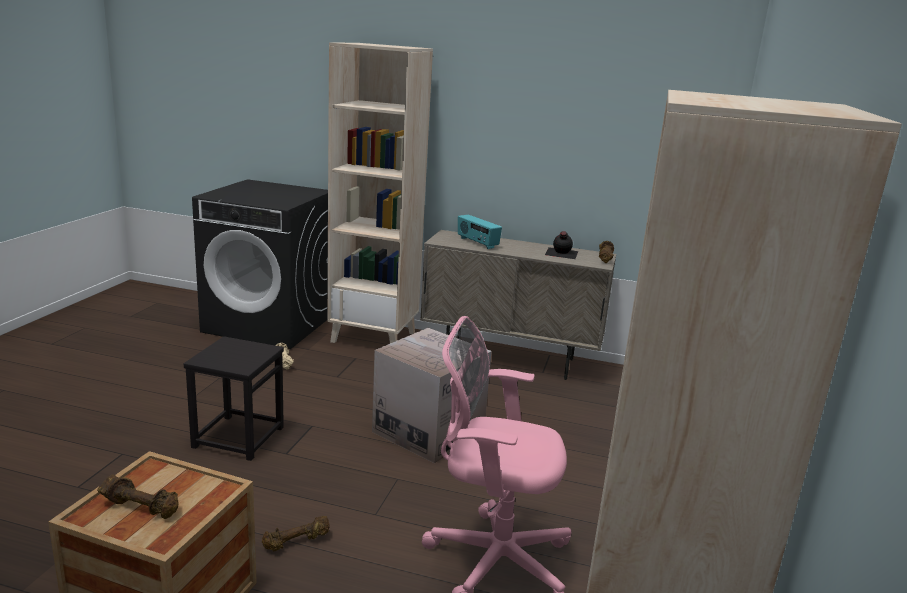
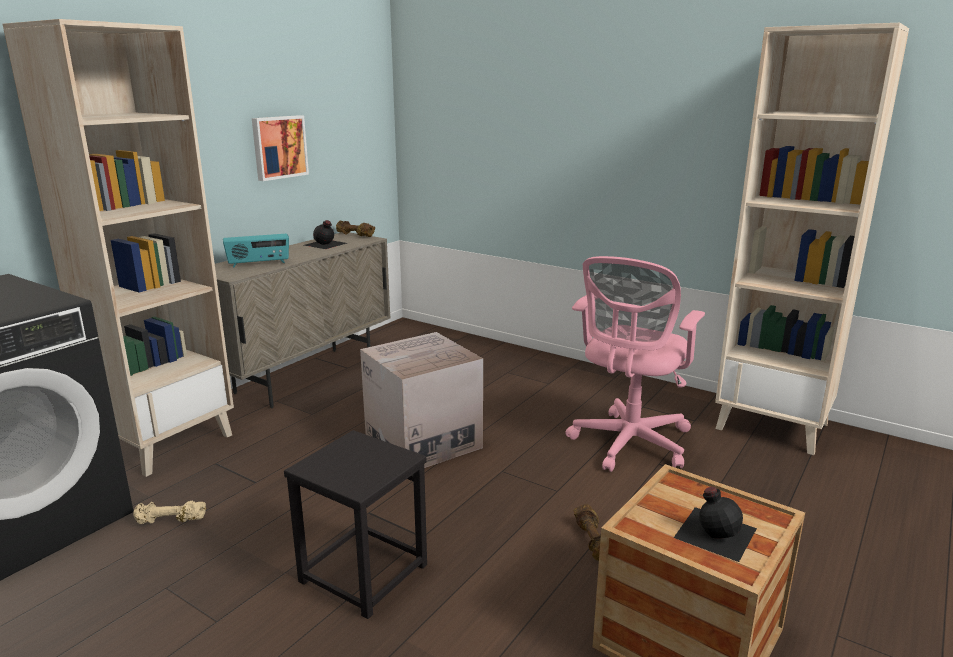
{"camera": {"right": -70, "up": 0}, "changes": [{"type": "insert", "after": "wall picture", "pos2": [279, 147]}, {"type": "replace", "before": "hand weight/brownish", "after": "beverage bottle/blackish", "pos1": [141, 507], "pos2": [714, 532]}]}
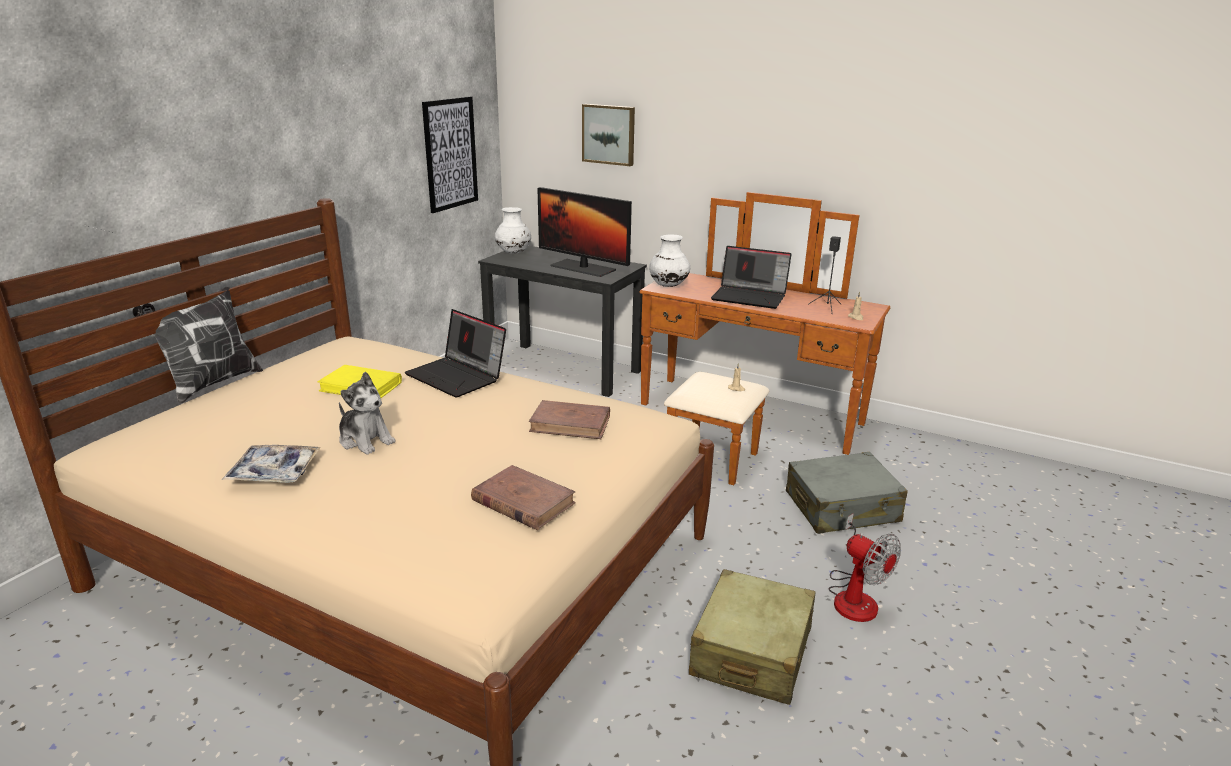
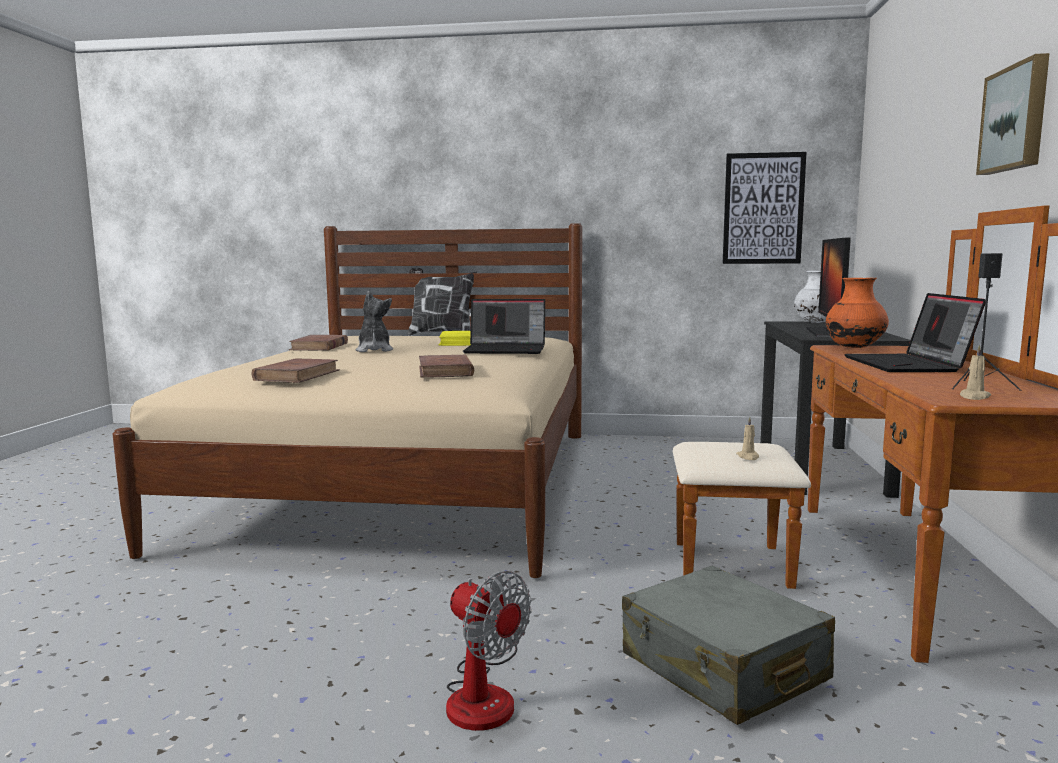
{"camera": {"right": 70, "up": -15}, "changes": [{"type": "delete", "before": "suitcase/beige", "pos1": [751, 652]}, {"type": "move", "before": "wall picture", "pos1": [609, 134], "pos2": [1016, 118]}, {"type": "replace", "before": "tray", "after": "book/brownish", "pos1": [274, 472], "pos2": [319, 347]}, {"type": "recolor", "before": "flower vase/white", "after": "flower vase/orange-coloured", "pos1": [668, 285], "pos2": [854, 348]}, {"type": "rotate", "before": "plush toy", "pos1": [366, 440], "pos2": [374, 350], "turn": 150}, {"type": "rotate", "before": "laptop", "pos1": [458, 376], "pos2": [506, 350], "turn": -105}, {"type": "rotate", "before": "electric fan", "pos1": [854, 596], "pos2": [484, 693], "turn": -75}]}
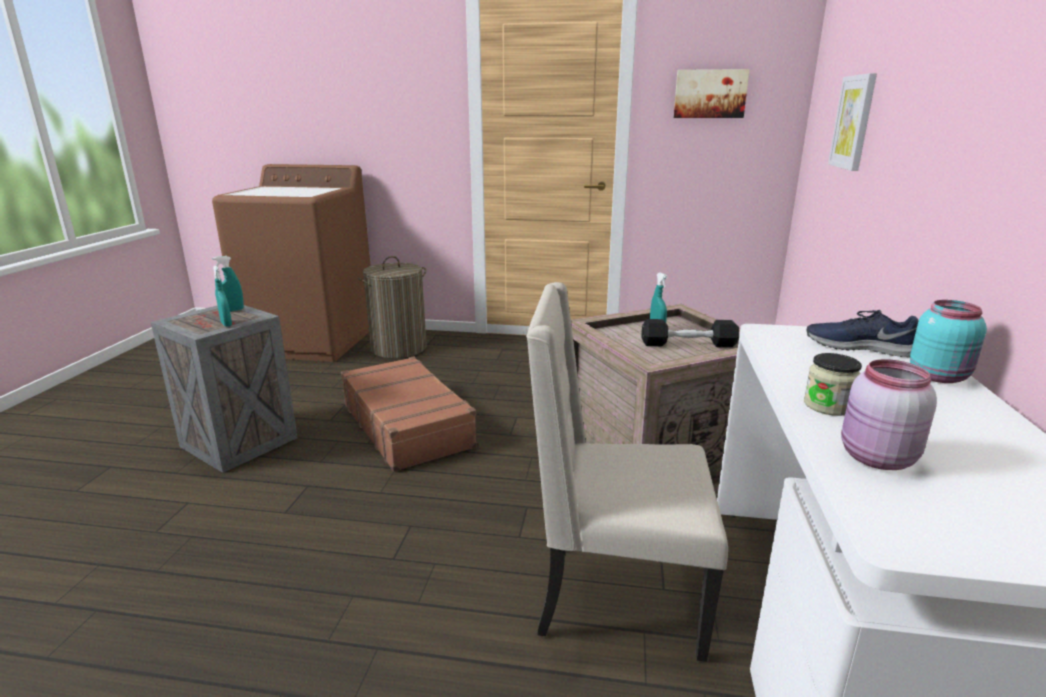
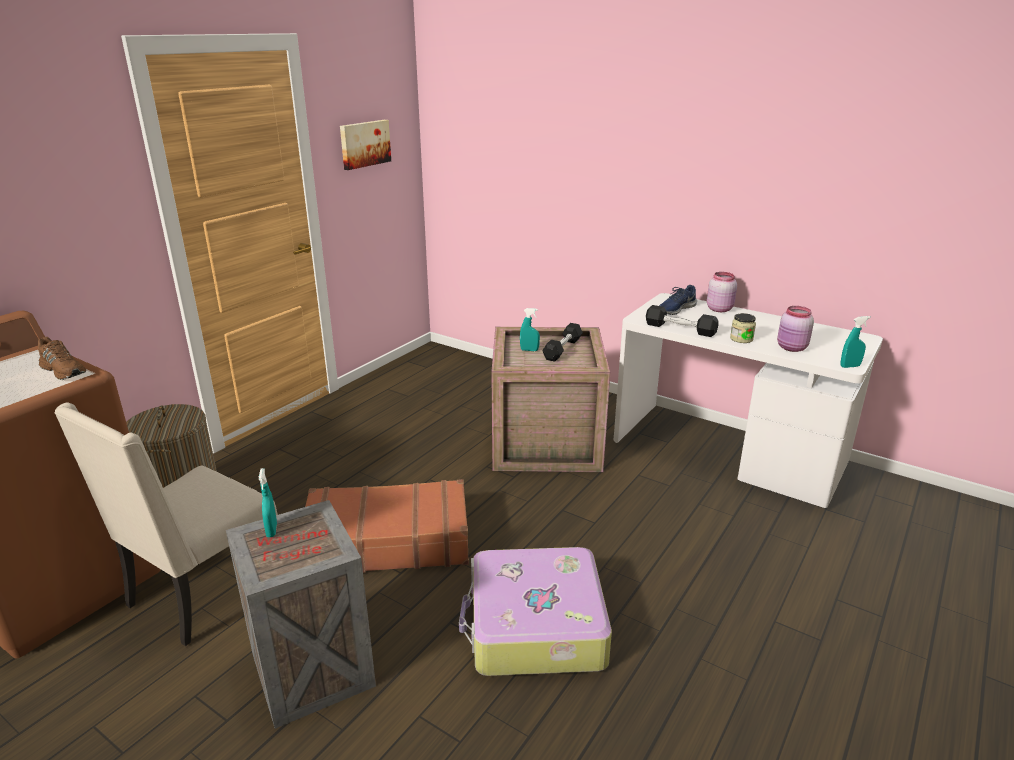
{"camera": {"right": -65, "up": 5}, "changes": [{"type": "delete", "before": "wall picture", "pos1": [853, 122]}, {"type": "insert", "after": "item of footwear/brownish", "pos2": [64, 370]}, {"type": "insert", "after": "suitcase", "pos2": [535, 626]}, {"type": "insert", "after": "hand weight/blackish", "pos2": [680, 329]}, {"type": "move", "before": "spray bottle/turquoise-coloured", "pos1": [226, 324], "pos2": [850, 366]}, {"type": "move", "before": "chair/beige", "pos1": [614, 595], "pos2": [203, 593]}, {"type": "recolor", "before": "preserve jar/turquoise-coloured", "after": "preserve jar/pink", "pos1": [940, 376], "pos2": [719, 309]}]}
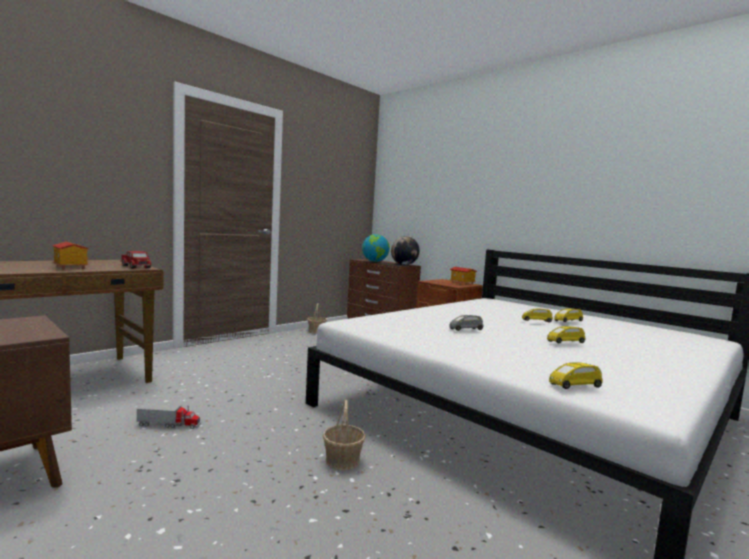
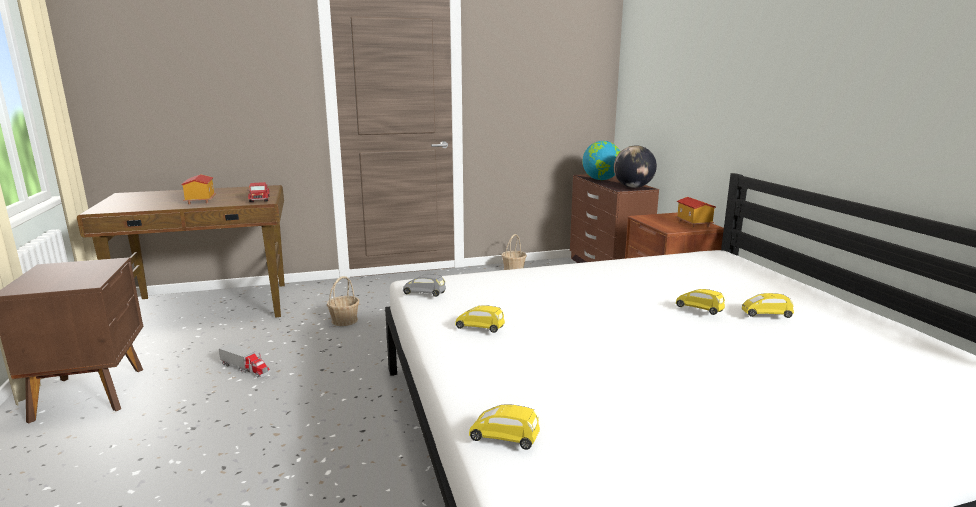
{"camera": {"right": 30, "up": 10}, "changes": [{"type": "move", "before": "basket", "pos1": [343, 460], "pos2": [344, 320]}, {"type": "move", "before": "miniature car/grey", "pos1": [465, 330], "pos2": [425, 294]}, {"type": "move", "before": "miniature car/yellow", "pos1": [565, 343], "pos2": [480, 329]}]}
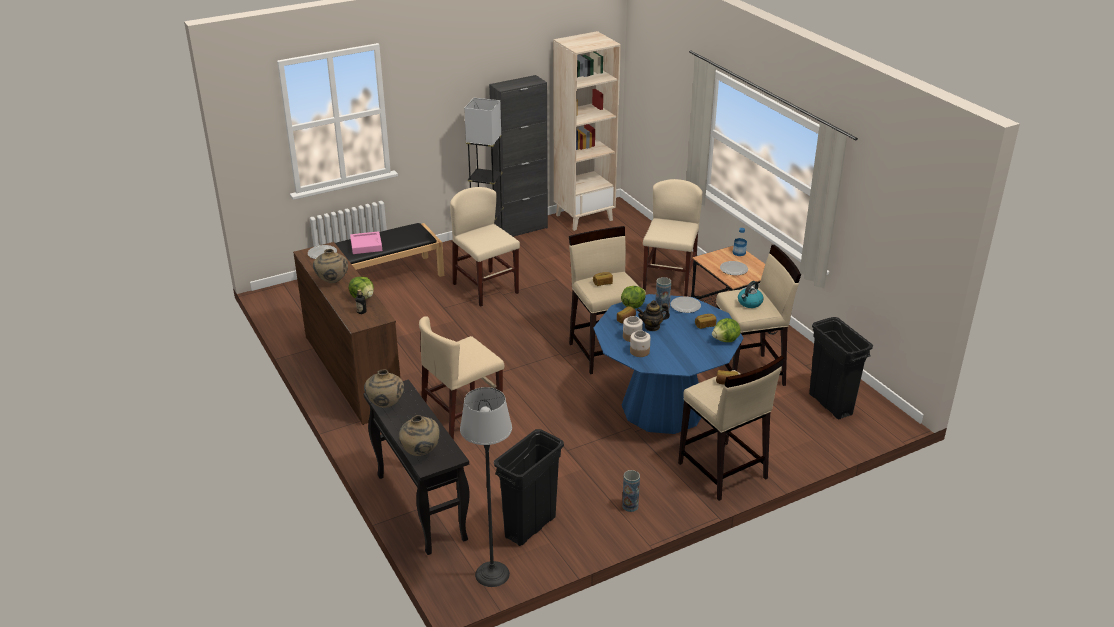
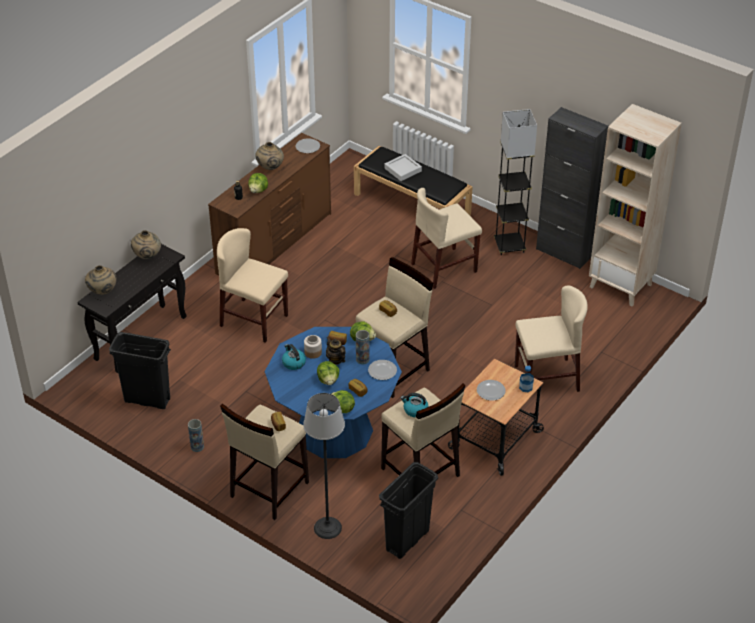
{"camera": {"right": 65, "up": 10}, "changes": [{"type": "insert", "after": "lettuce", "pos2": [328, 380]}, {"type": "move", "before": "floor lamp", "pos1": [492, 574], "pos2": [327, 528]}, {"type": "replace", "before": "preserve jar", "after": "water kettle", "pos1": [640, 351], "pos2": [293, 363]}, {"type": "recolor", "before": "tray/pink", "after": "tray/grey", "pos1": [366, 245], "pos2": [403, 170]}, {"type": "rotate", "before": "chair/beige", "pos1": [485, 288], "pos2": [444, 268], "turn": -150}]}
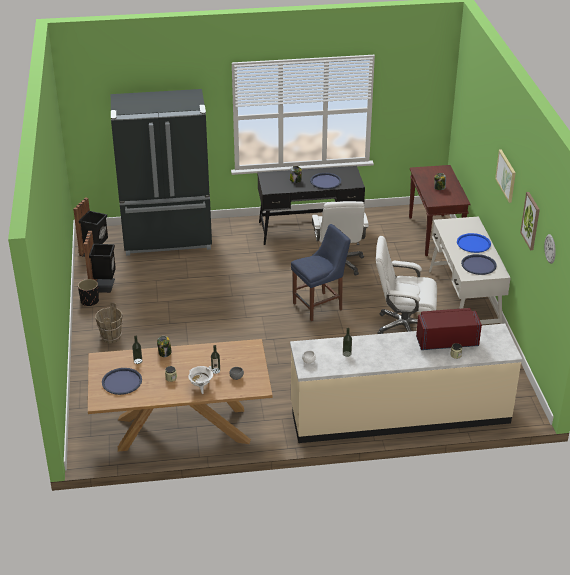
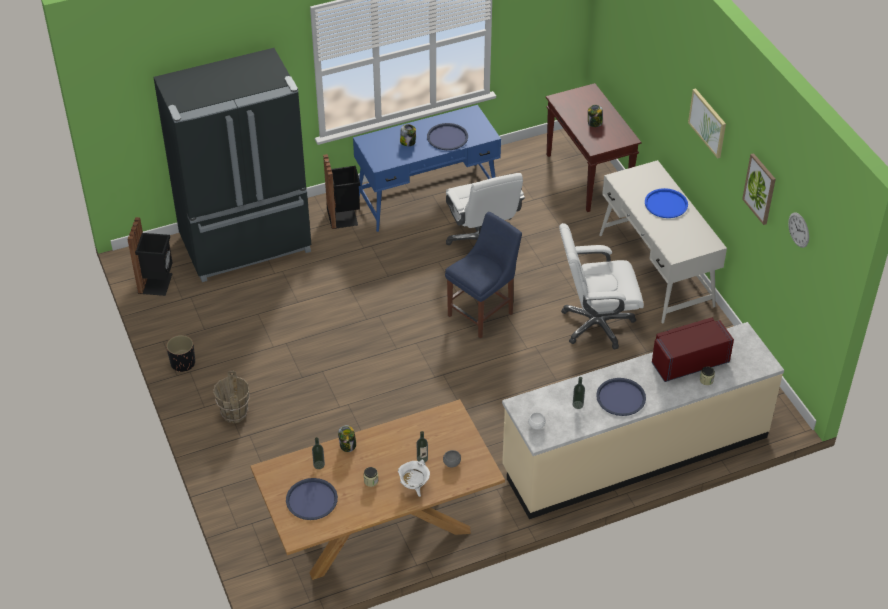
{"camera": {"right": -15, "up": 10}, "changes": [{"type": "move", "before": "rubbish bin/blackish", "pos1": [103, 285], "pos2": [344, 216]}, {"type": "move", "before": "tray/bluish", "pos1": [478, 265], "pos2": [620, 397]}, {"type": "recolor", "before": "desk/blackish", "after": "desk/bluish", "pos1": [310, 229], "pos2": [428, 197]}]}
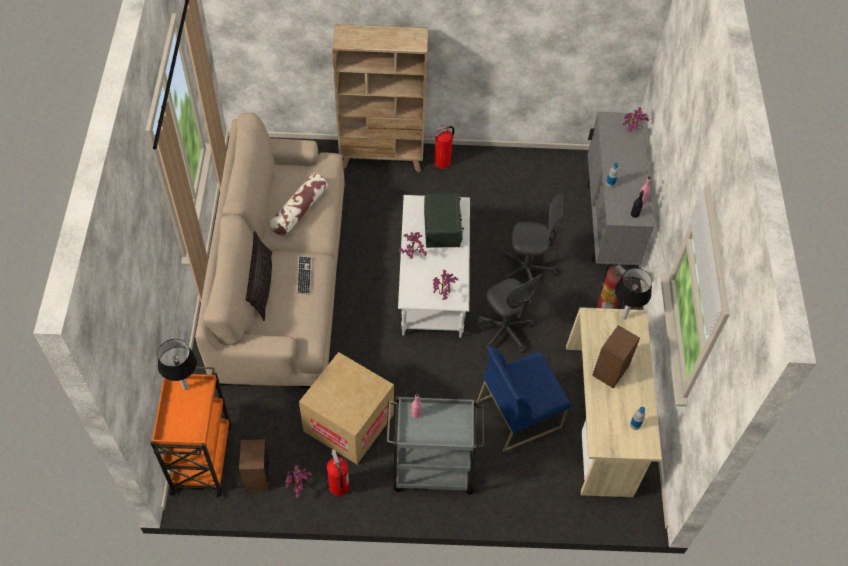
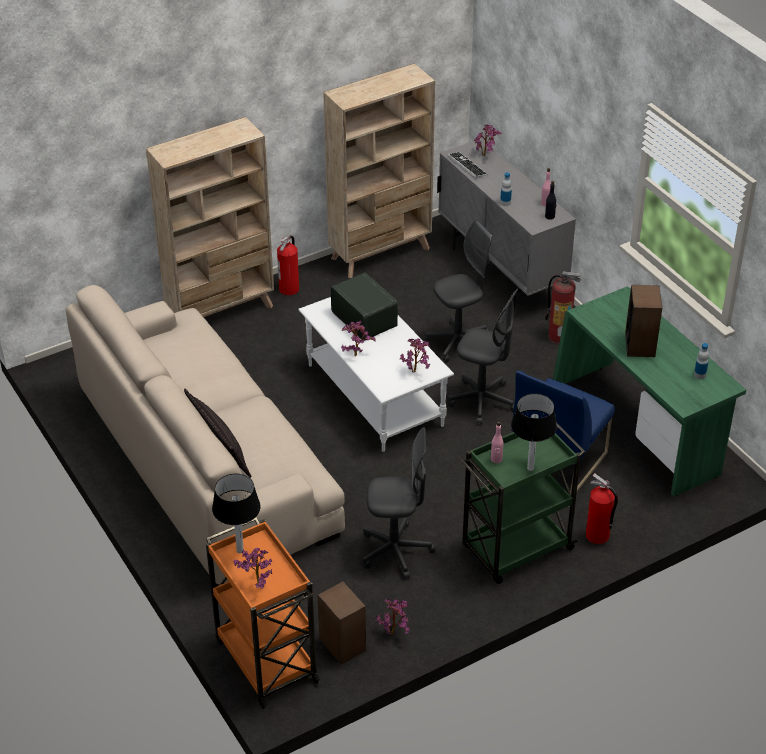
{"camera": {"right": -30, "up": -15}, "changes": [{"type": "delete", "before": "pillow", "pos1": [299, 210]}, {"type": "insert", "after": "potted plant", "pos2": [256, 584]}, {"type": "insert", "after": "bookcase/beige", "pos2": [381, 253]}, {"type": "move", "before": "computer keyboard", "pos1": [304, 276], "pos2": [467, 165]}, {"type": "move", "before": "fire-fighting cylinder", "pos1": [338, 487], "pos2": [597, 536]}, {"type": "move", "before": "tabletop lamp", "pos1": [623, 317], "pos2": [530, 468]}, {"type": "replace", "before": "carton", "after": "office chair/grey", "pos1": [348, 422], "pos2": [396, 551]}, {"type": "recolor", "before": "trolley/grey", "after": "trolley/green", "pos1": [431, 470], "pos2": [516, 549]}, {"type": "recolor", "before": "desk/beige", "after": "desk/green", "pos1": [601, 420], "pos2": [637, 429]}]}
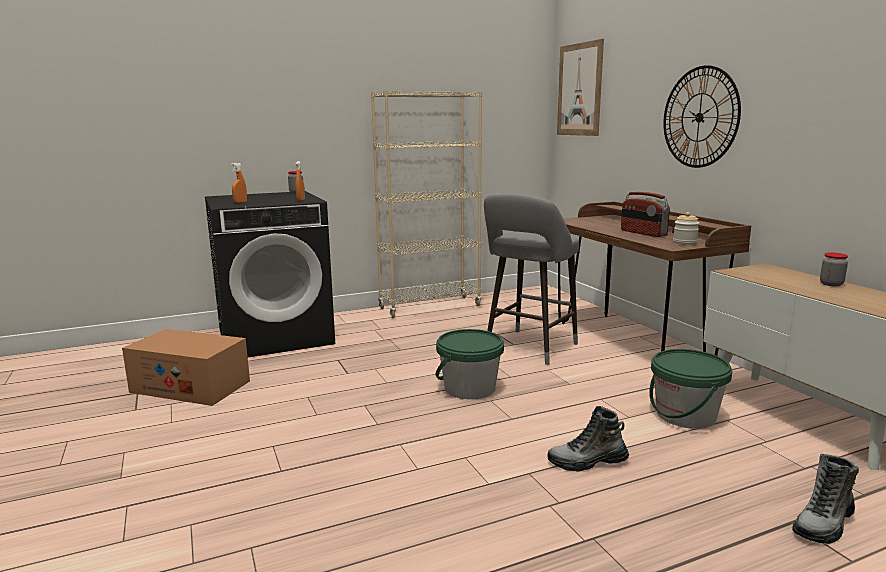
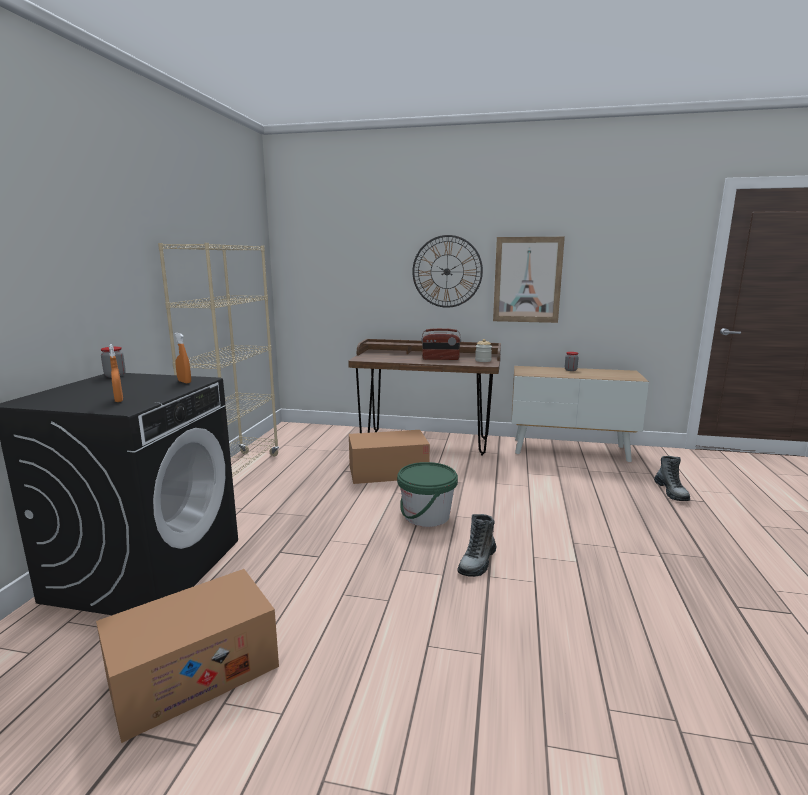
{"camera": {"right": -55, "up": 0}, "changes": [{"type": "delete", "before": "bucket/green", "pos1": [685, 415]}, {"type": "move", "before": "tall boot", "pos1": [587, 462], "pos2": [477, 562]}, {"type": "move", "before": "wall picture", "pos1": [579, 90], "pos2": [527, 280]}, {"type": "replace", "before": "stool seat/grey", "after": "carton", "pos1": [528, 348], "pos2": [388, 472]}]}
